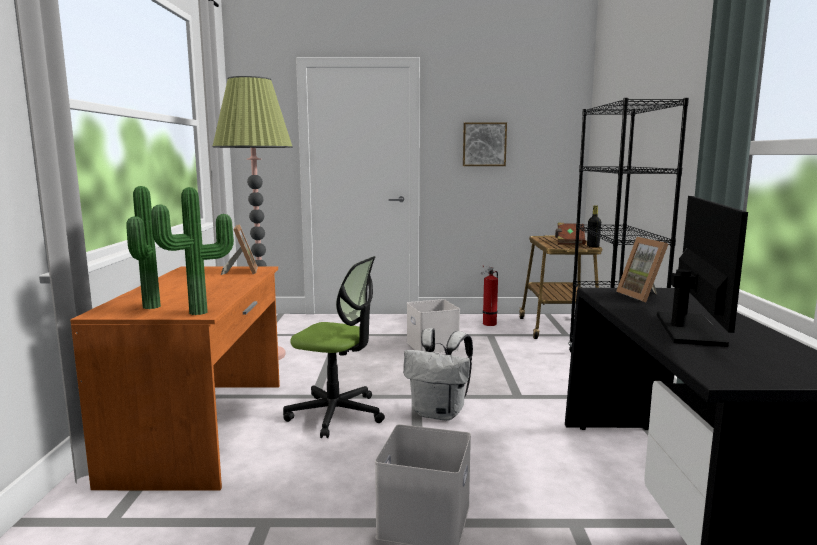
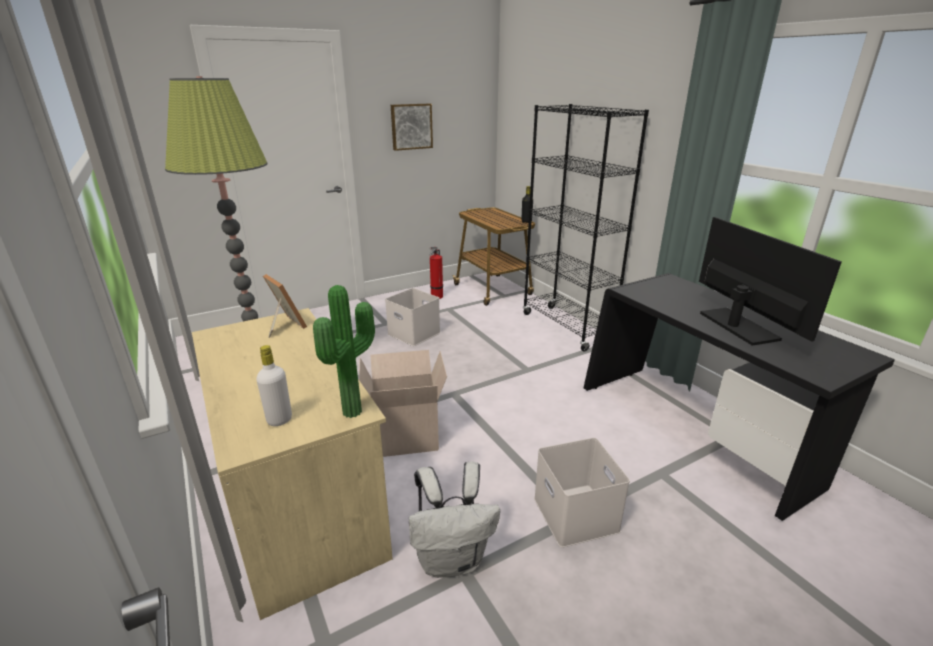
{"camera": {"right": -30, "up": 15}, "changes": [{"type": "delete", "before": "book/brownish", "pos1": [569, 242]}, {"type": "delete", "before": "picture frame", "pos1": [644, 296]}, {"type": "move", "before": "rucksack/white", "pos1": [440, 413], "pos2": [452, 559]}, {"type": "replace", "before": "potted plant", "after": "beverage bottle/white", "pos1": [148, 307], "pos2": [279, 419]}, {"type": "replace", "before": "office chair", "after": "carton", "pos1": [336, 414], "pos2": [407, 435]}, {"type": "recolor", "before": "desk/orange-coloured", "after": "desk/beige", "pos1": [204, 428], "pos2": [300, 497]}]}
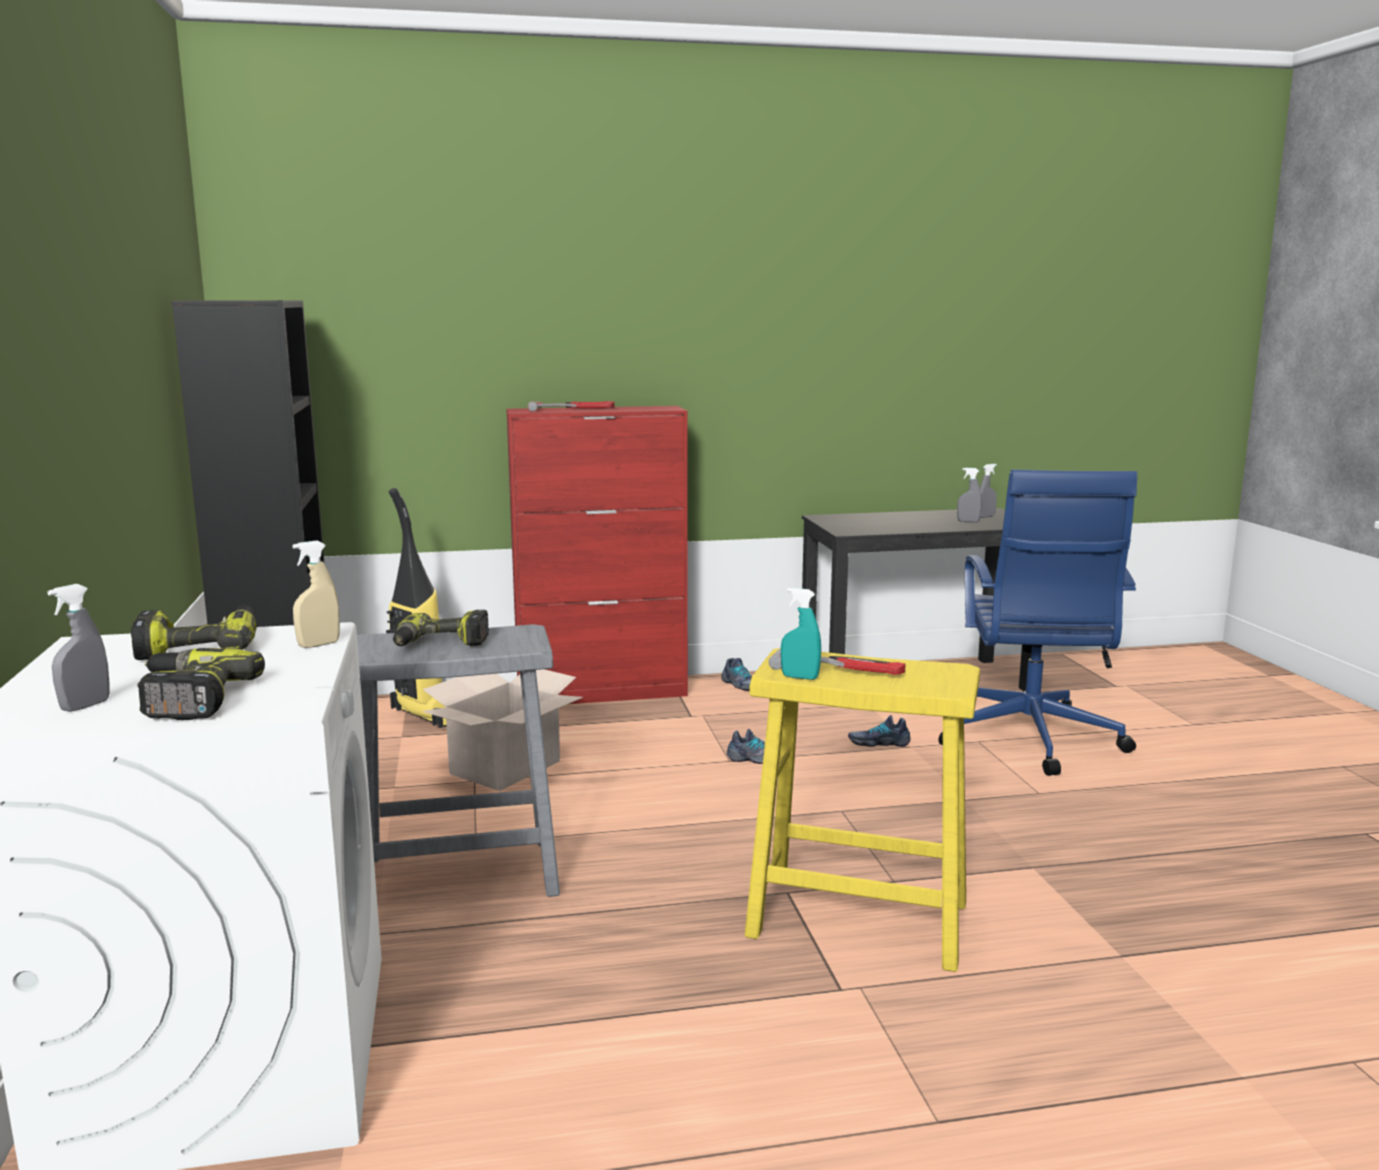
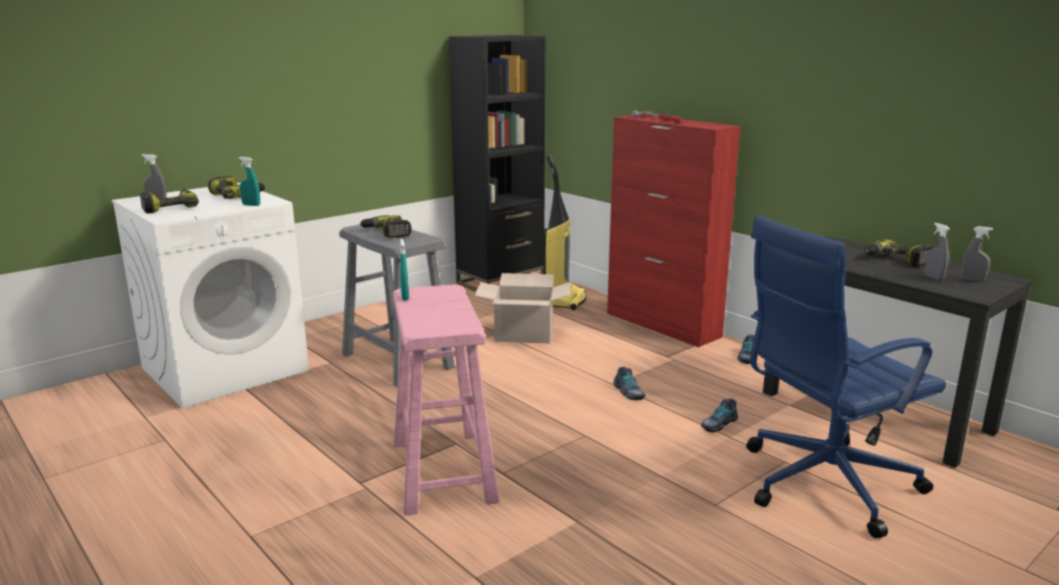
{"camera": {"right": 60, "up": 5}, "changes": [{"type": "delete", "before": "hand hammer", "pos1": [838, 668]}, {"type": "insert", "after": "power drill", "pos2": [895, 260]}, {"type": "recolor", "before": "spray bottle/beige", "after": "spray bottle/turquoise-coloured", "pos1": [319, 644], "pos2": [251, 205]}, {"type": "recolor", "before": "stool seat/yellow", "after": "stool seat/pink", "pos1": [859, 919], "pos2": [443, 472]}, {"type": "rotate", "before": "item of footwear", "pos1": [878, 742], "pos2": [718, 424], "turn": -105}]}
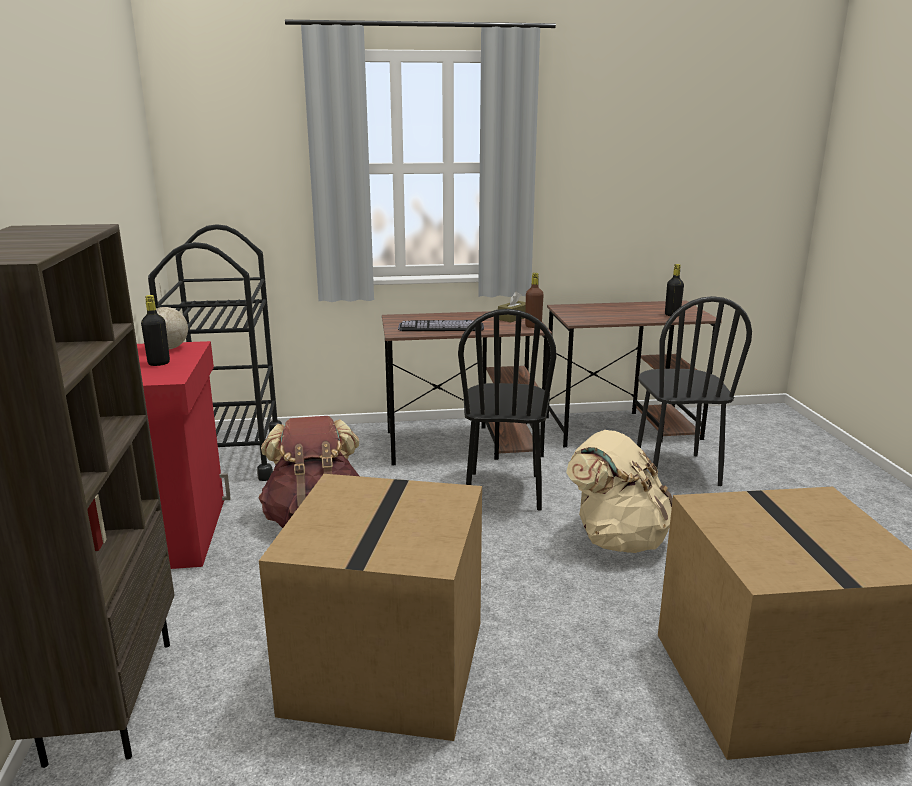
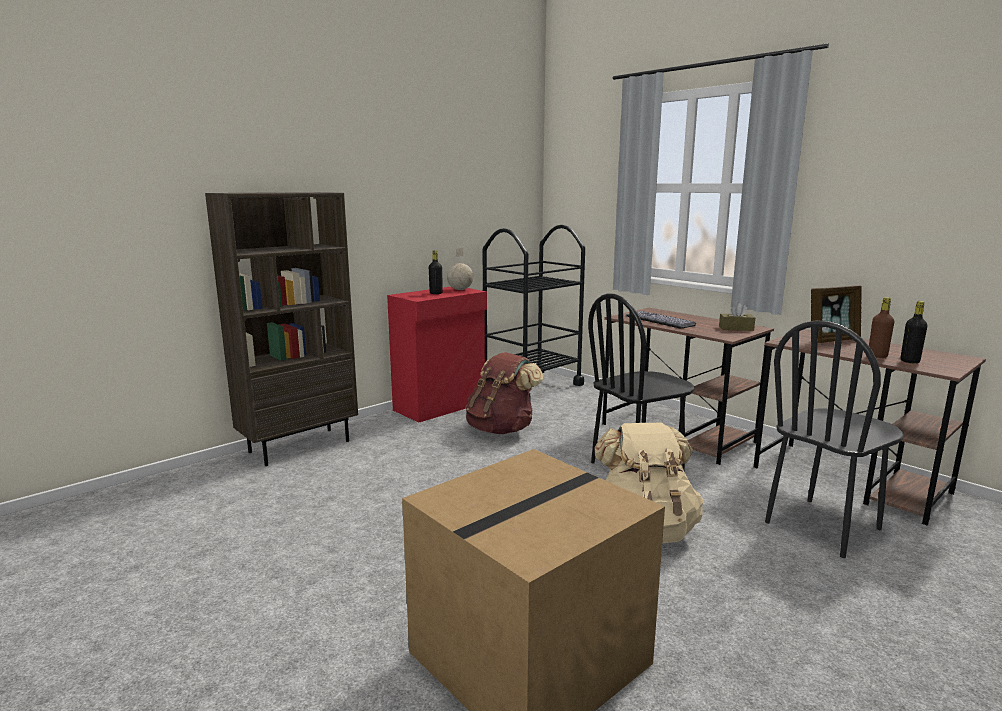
{"camera": {"right": 55, "up": -5}, "changes": [{"type": "delete", "before": "carton", "pos1": [384, 664]}, {"type": "insert", "after": "picture frame", "pos2": [832, 340]}, {"type": "move", "before": "beverage bottle/brownish", "pos1": [533, 326], "pos2": [877, 356]}]}
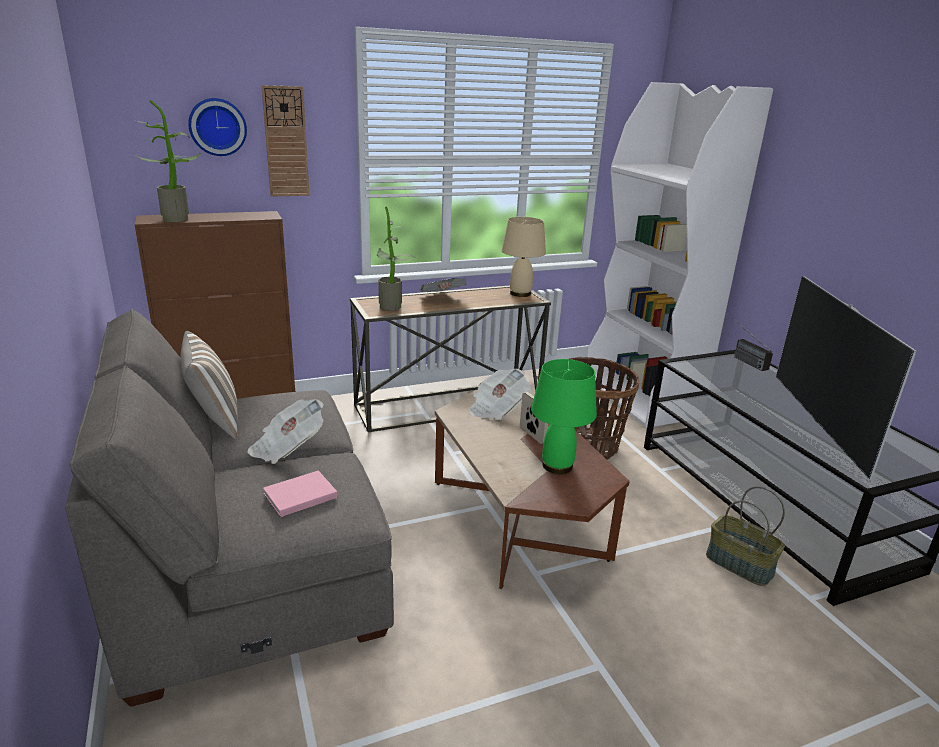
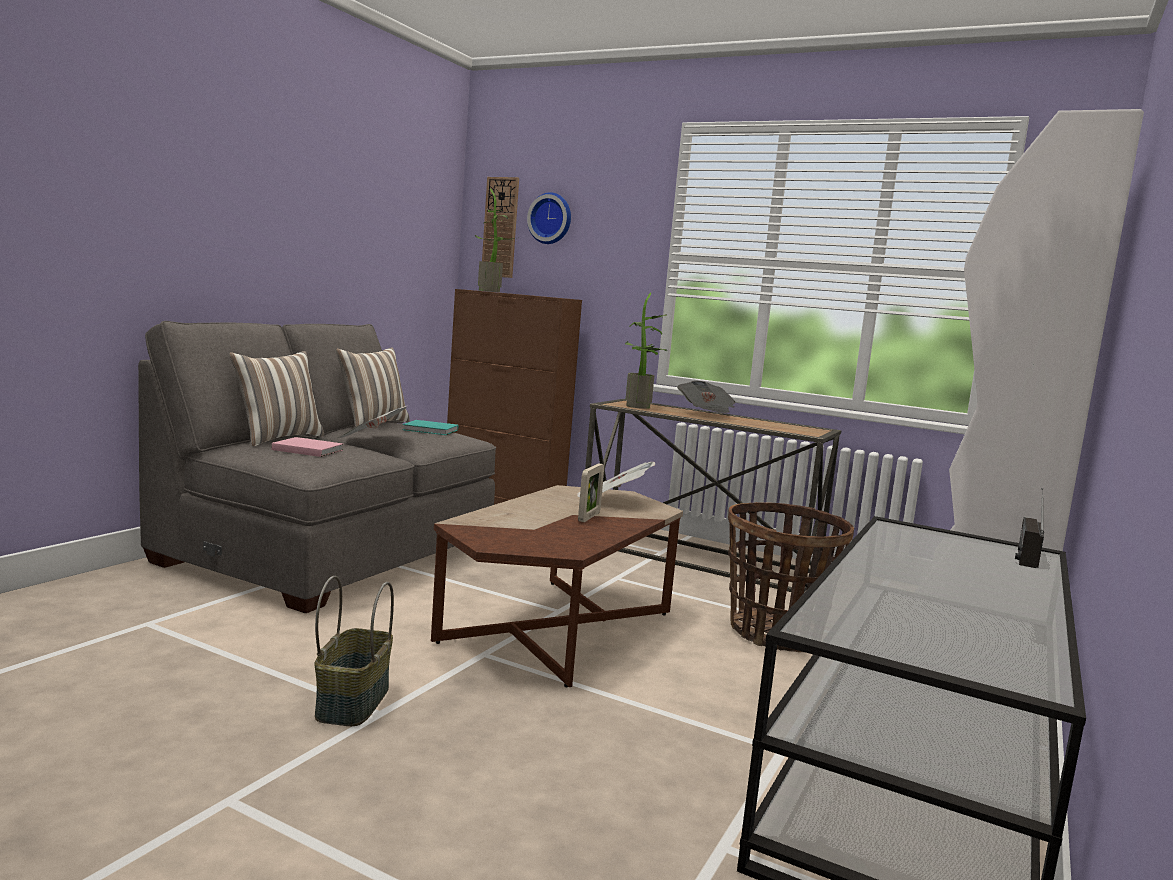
{"camera": {"right": 50, "up": -15}, "changes": [{"type": "delete", "before": "tabletop lamp/beige", "pos1": [520, 293]}, {"type": "delete", "before": "tabletop lamp/green", "pos1": [556, 466]}, {"type": "delete", "before": "television", "pos1": [818, 421]}, {"type": "insert", "after": "pillow", "pos2": [277, 438]}, {"type": "insert", "after": "book/turquoise-coloured", "pos2": [431, 430]}, {"type": "move", "before": "hanging clock", "pos1": [286, 142], "pos2": [500, 227]}, {"type": "move", "before": "basket", "pos1": [738, 565], "pos2": [352, 701]}]}
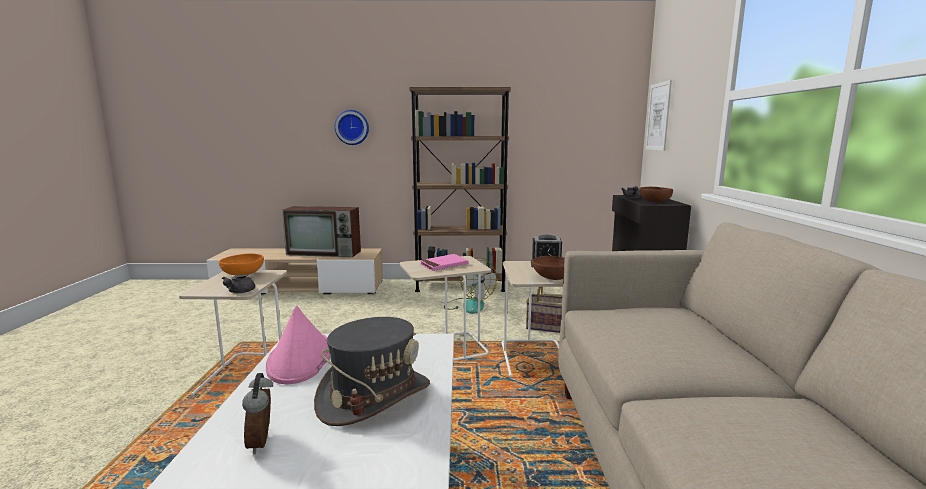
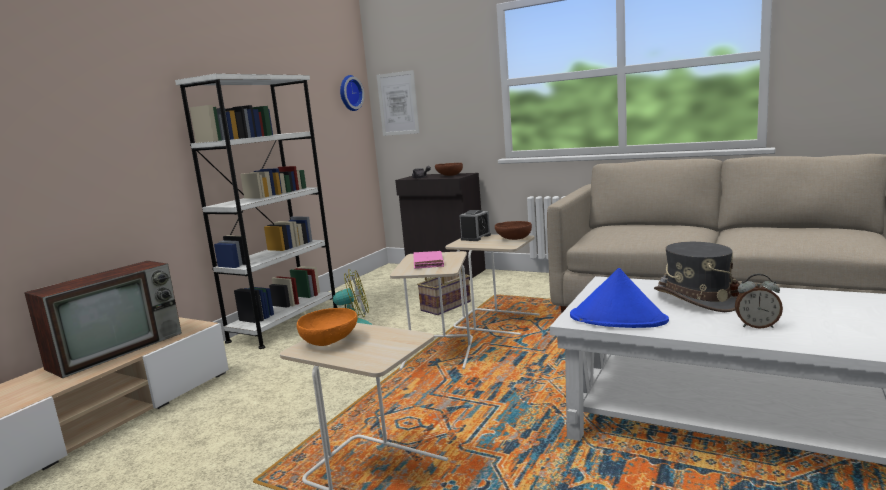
{"camera": {"right": -60, "up": 0}, "changes": [{"type": "delete", "before": "pot for tea/grey", "pos1": [238, 292]}, {"type": "move", "before": "hanging clock", "pos1": [352, 127], "pos2": [349, 93]}, {"type": "recolor", "before": "hat/pink", "after": "hat/bluish", "pos1": [300, 359], "pos2": [618, 319]}, {"type": "recolor", "before": "bookcase/brownish", "after": "bookcase/white", "pos1": [460, 285], "pos2": [285, 324]}]}
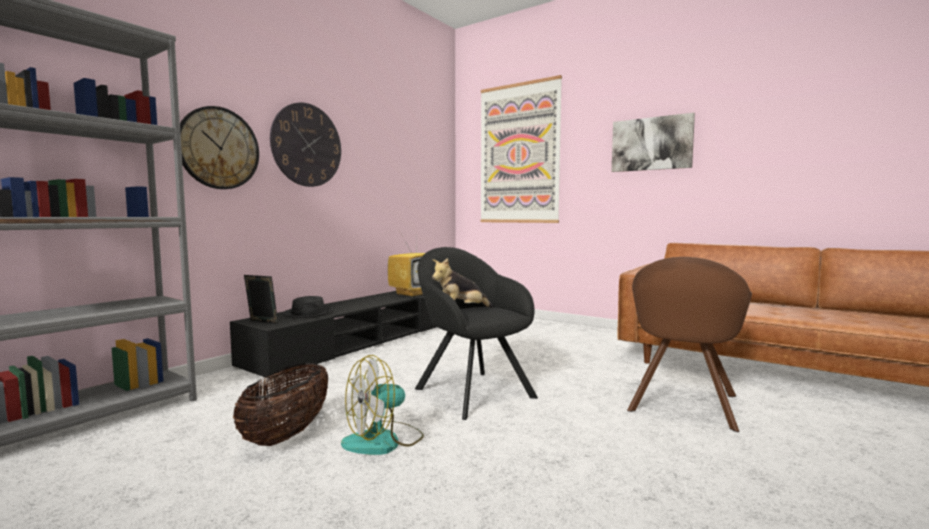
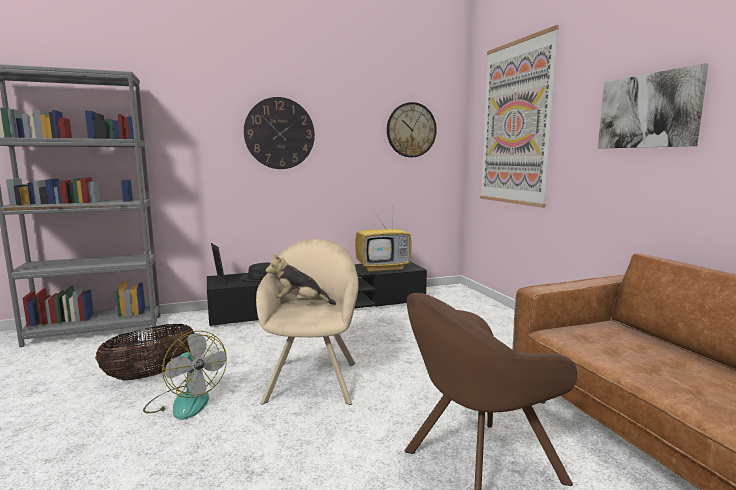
{"camera": {"right": 35, "up": 5}, "changes": [{"type": "move", "before": "hanging clock", "pos1": [219, 148], "pos2": [411, 130]}, {"type": "recolor", "before": "easy chair/blackish", "after": "easy chair/beige", "pos1": [471, 391], "pos2": [313, 378]}, {"type": "rotate", "before": "electric fan", "pos1": [383, 441], "pos2": [185, 401], "turn": -135}]}
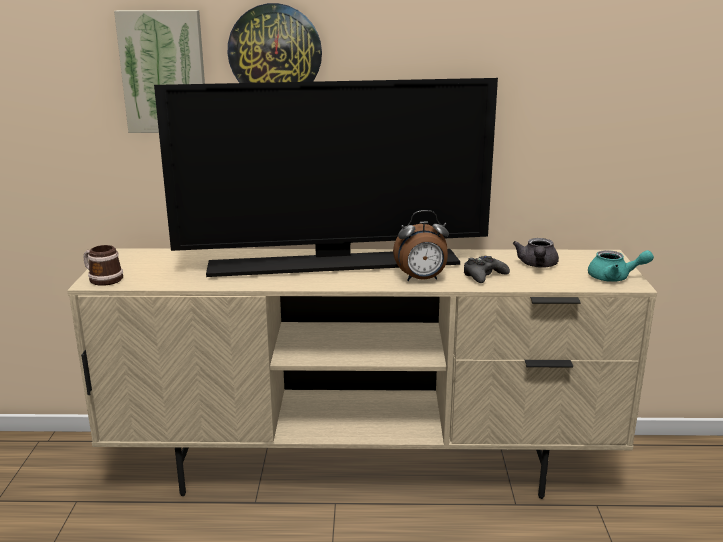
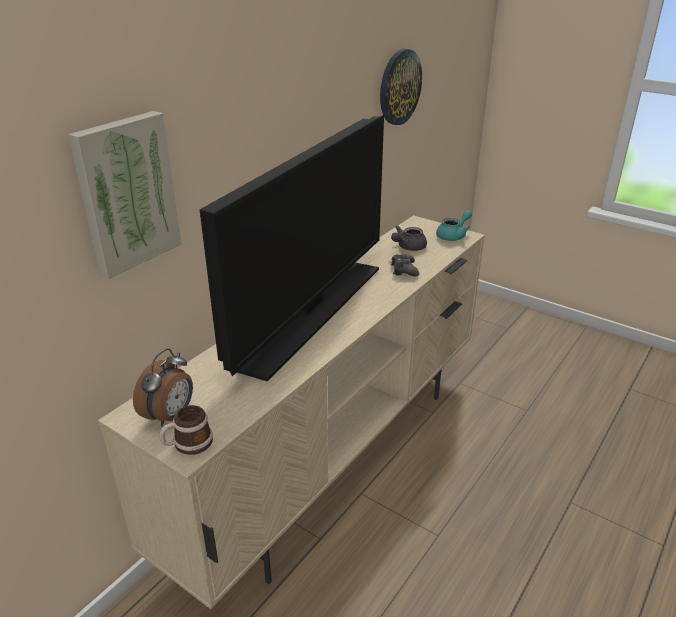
{"camera": {"right": -55, "up": 10}, "changes": [{"type": "move", "before": "hanging clock", "pos1": [275, 52], "pos2": [399, 87]}, {"type": "move", "before": "table clock", "pos1": [421, 279], "pos2": [170, 416]}, {"type": "rotate", "before": "pot for tea/grey", "pos1": [537, 265], "pos2": [408, 247], "turn": 90}]}
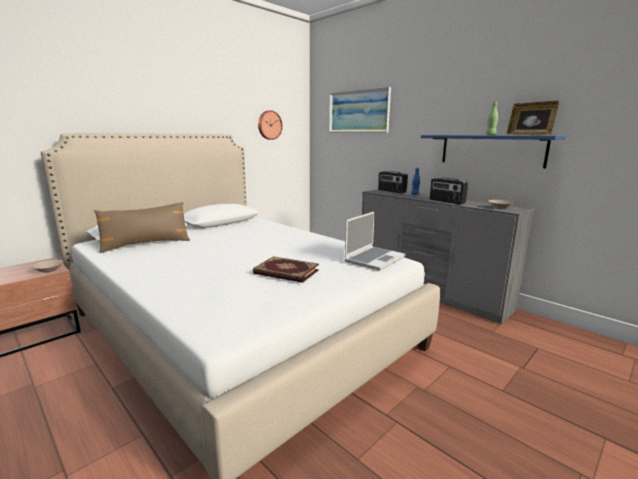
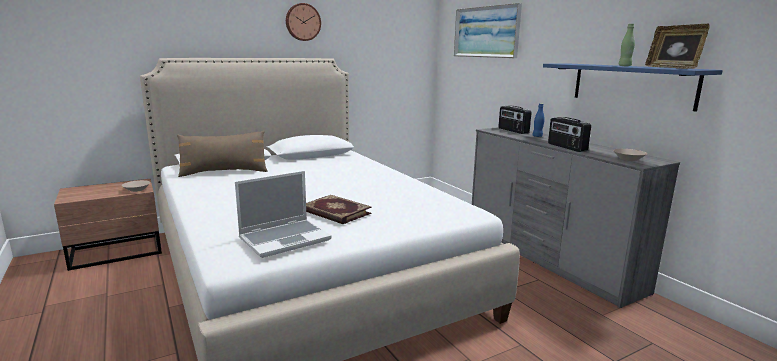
{"camera": {"right": 15, "up": 0}, "changes": [{"type": "move", "before": "hanging clock", "pos1": [269, 125], "pos2": [302, 22]}, {"type": "move", "before": "laptop", "pos1": [374, 259], "pos2": [285, 239]}]}
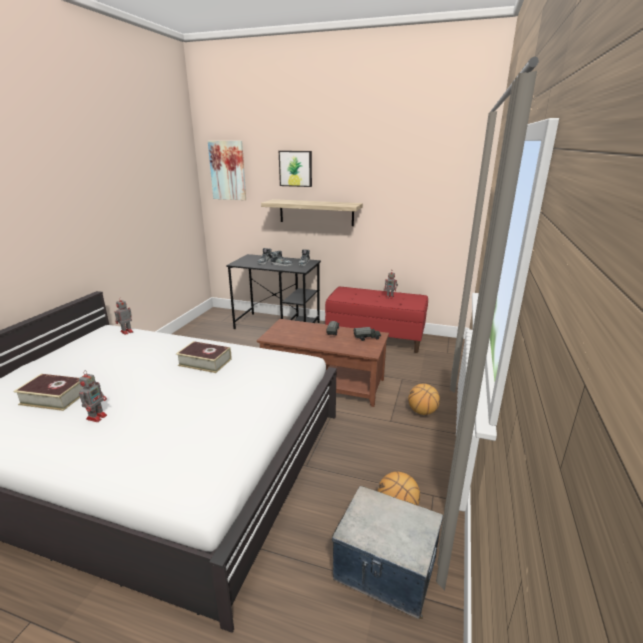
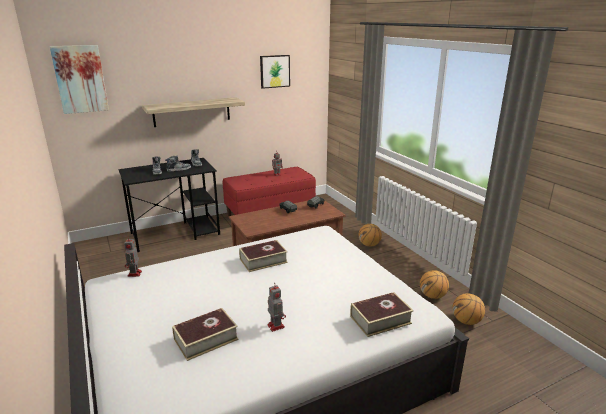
{"camera": {"right": -45, "up": 0}, "changes": [{"type": "insert", "after": "book", "pos2": [380, 320]}, {"type": "move", "before": "wall picture", "pos1": [296, 168], "pos2": [274, 71]}, {"type": "replace", "before": "storage container", "after": "basketball", "pos1": [385, 569], "pos2": [466, 321]}]}
